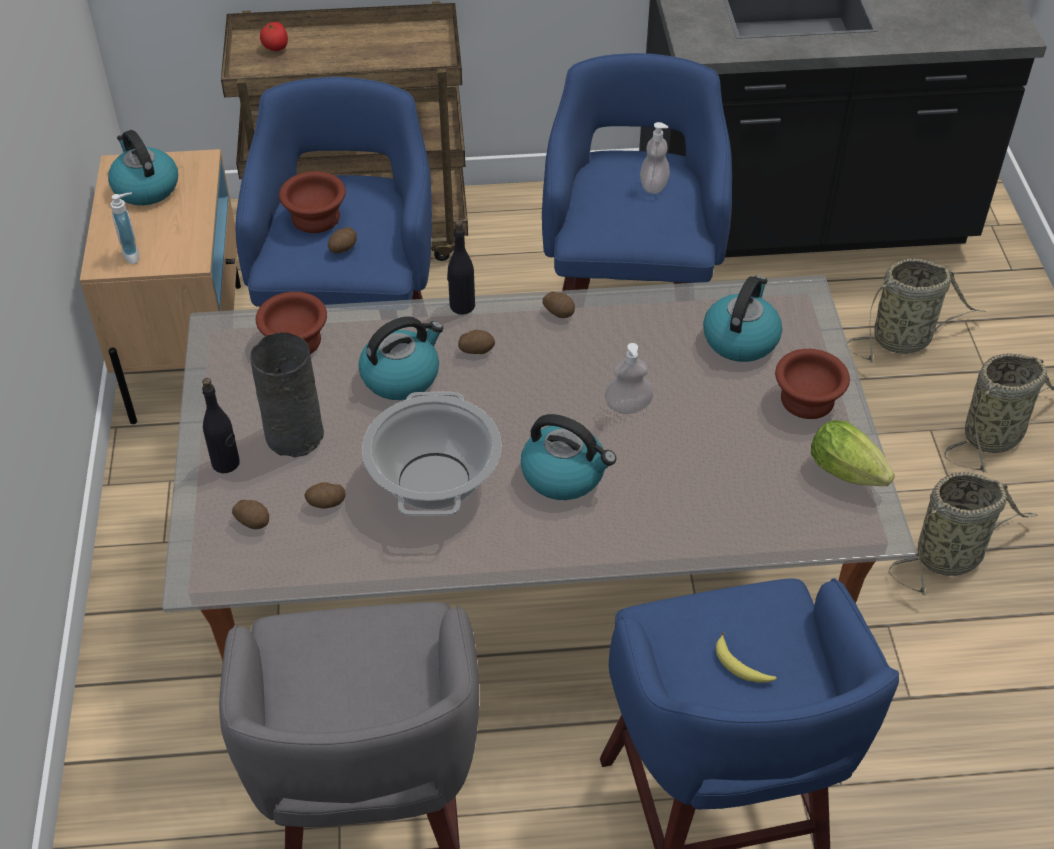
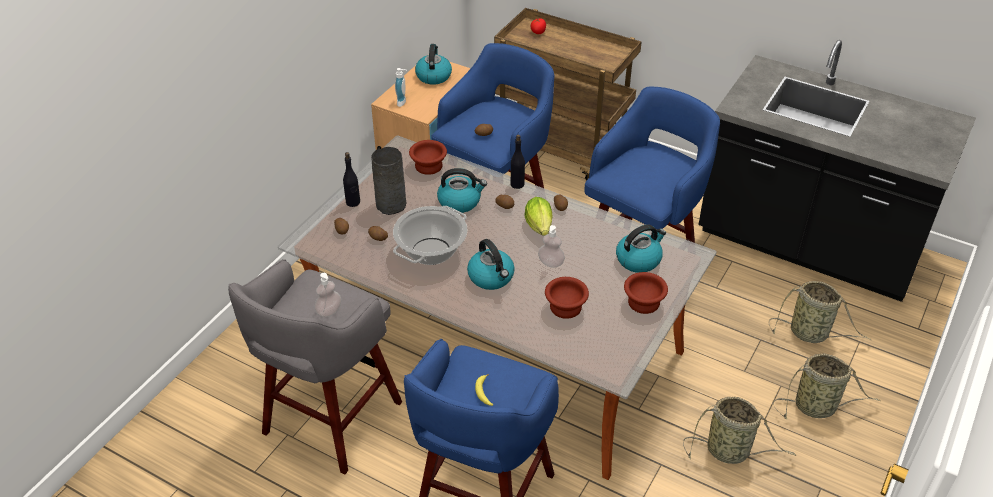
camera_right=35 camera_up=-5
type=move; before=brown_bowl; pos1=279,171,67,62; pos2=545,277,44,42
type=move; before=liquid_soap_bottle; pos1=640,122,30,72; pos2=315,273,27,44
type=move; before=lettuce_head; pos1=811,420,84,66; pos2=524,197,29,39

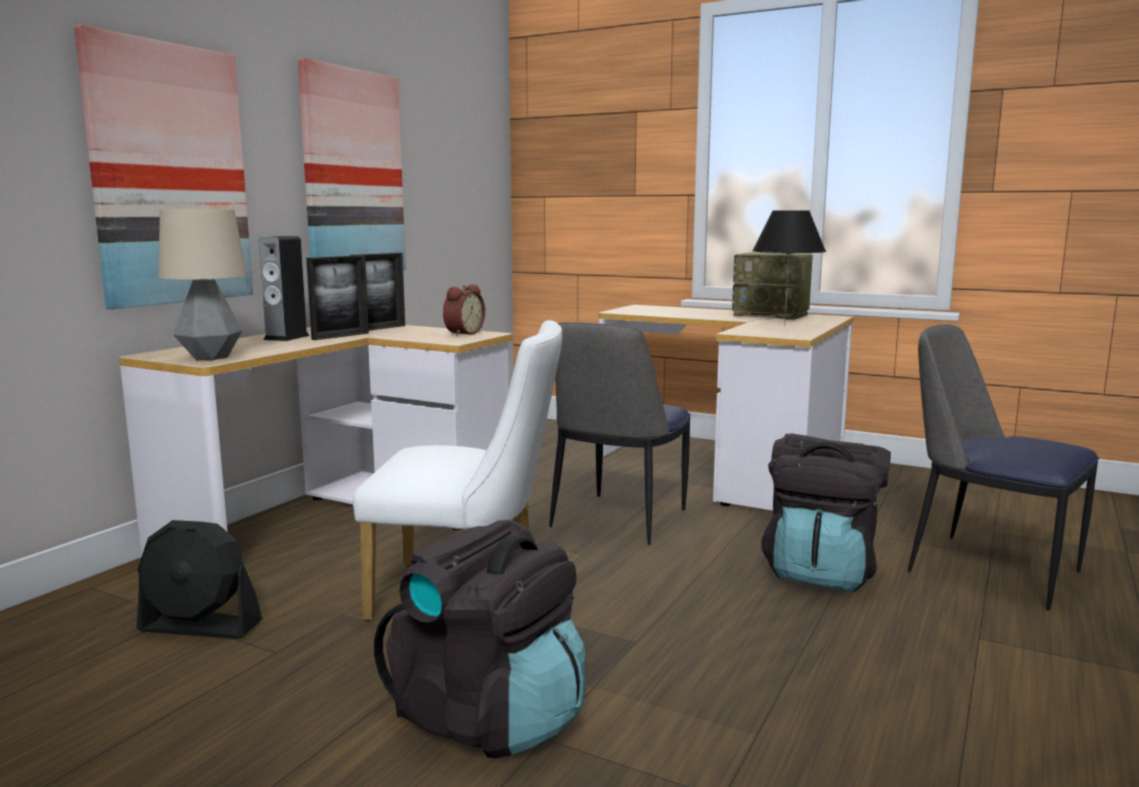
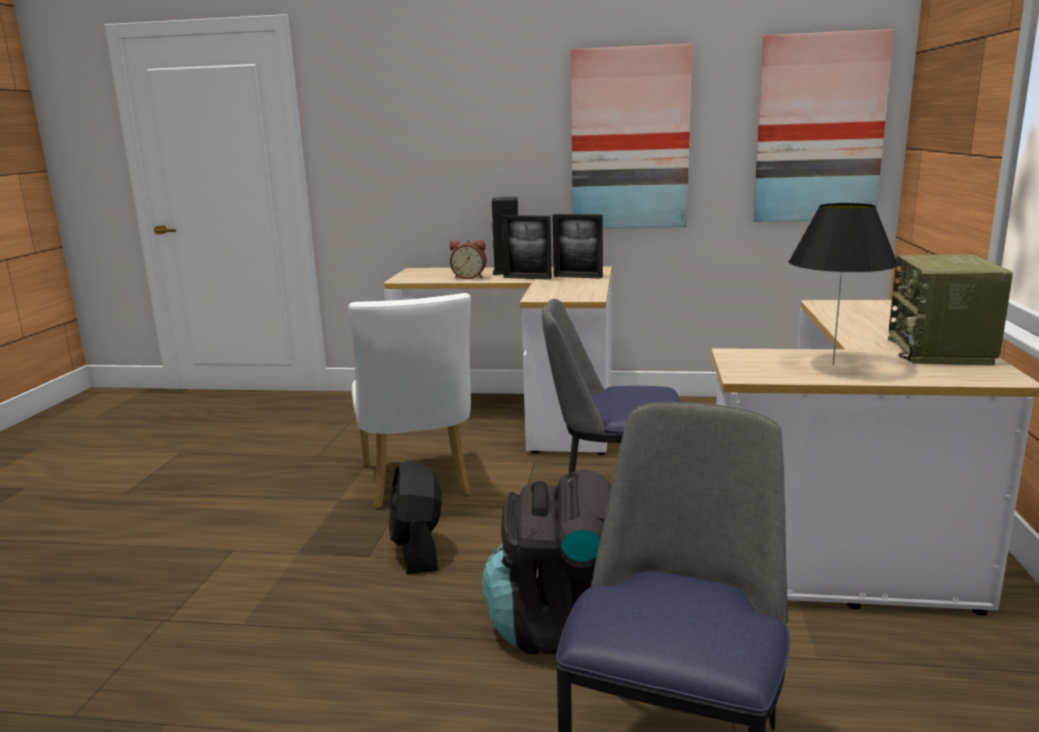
camera_right=70 camera_up=5
type=delete; before=table_lamp; pos1=159,209,88,151
type=delete; before=black-coloured_knapsack; pos1=374,520,212,239
type=move; before=picture; pos1=74,25,179,284; pos2=753,29,141,193
type=move; before=black-coloured_cooling_fan; pos1=137,520,125,119; pos2=389,460,53,115
type=move; before=table_clock; pos1=443,284,42,52; pos2=450,240,37,39

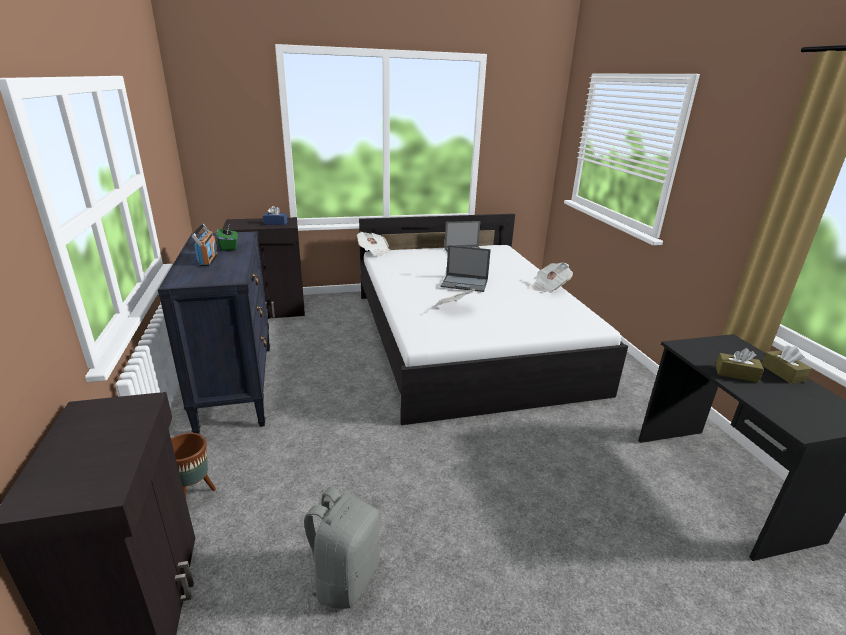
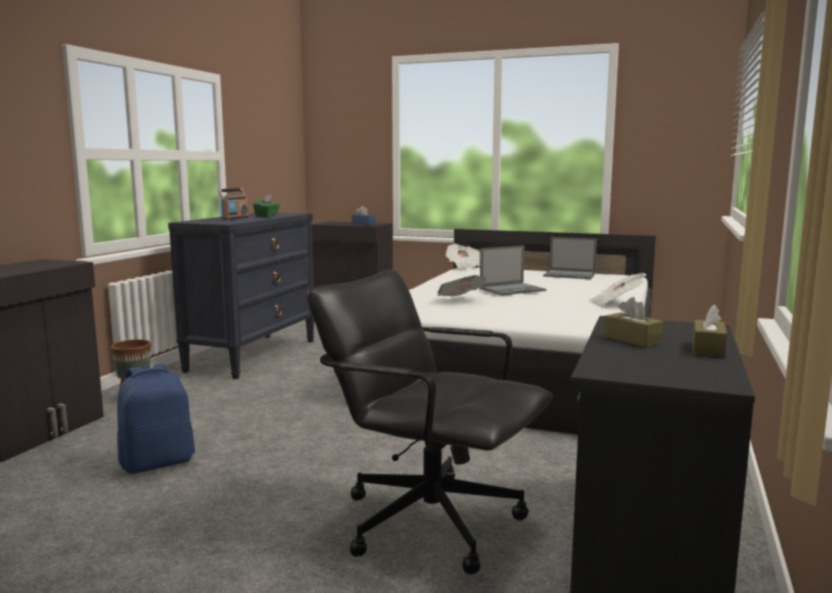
camera_right=35 camera_up=-15
type=insert; after=black-coloured_desk_chair; pos2=307,270,246,304
type=recolor; before=gray_knapsack; after=bluish_knapsack; pos1=301,487,79,122; pos2=117,363,78,111
type=rotate; before=notebook_computer; pos1=441,245,50,47; pos2=480,245,66,50; turn=-75

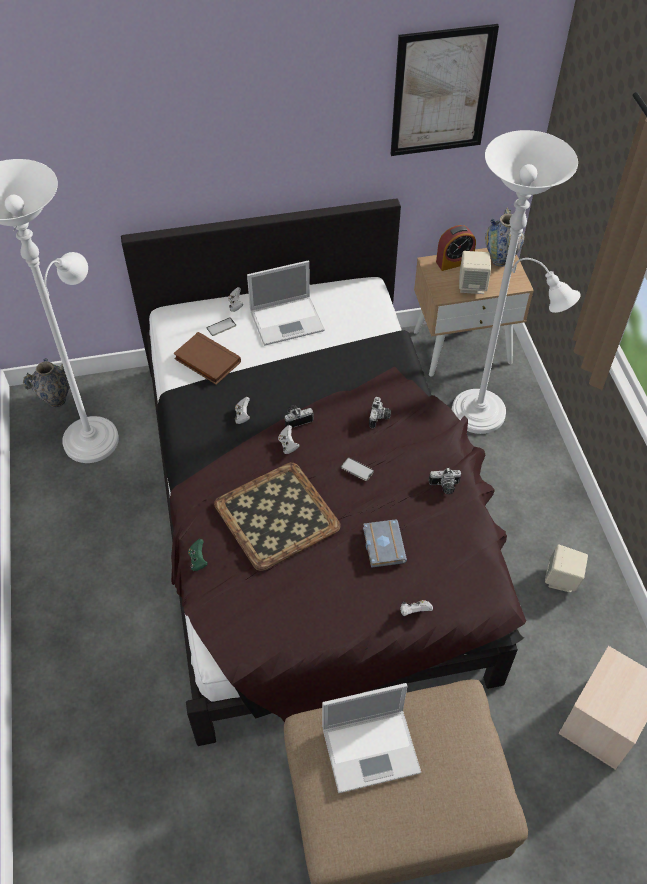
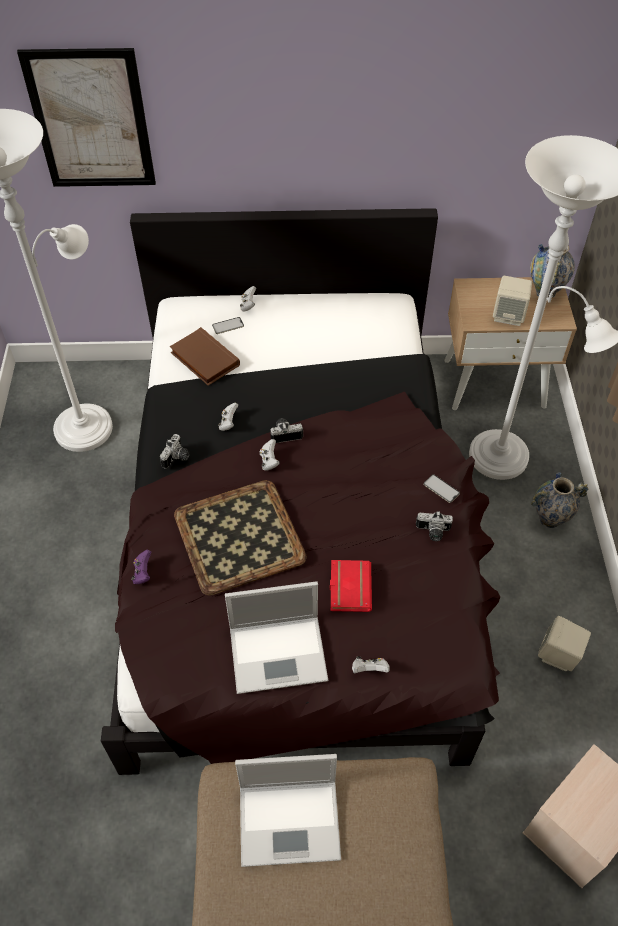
camera_right=10 camera_up=0
type=delete; before=table_clock; pos1=436,225,40,46
type=move; before=vase; pos1=23,358,51,50; pos2=531,472,58,56
type=move; before=notebook_computer; pos1=247,261,78,85; pos2=225,581,103,113
type=move; before=phone; pos1=341,457,33,24; pos2=423,474,37,29
type=move; before=still_camera; pos1=369,397,22,31; pos2=160,434,30,35
type=move; before=picture; pos1=391,24,108,132; pos2=17,48,139,139
type=recolor; before=green_joypad; after=purplish_joypad; pos1=188,539,20,32; pos2=131,550,20,34
type=recolor; before=gray_book; after=red-coloured_book; pos1=363,519,44,49; pos2=330,560,42,52

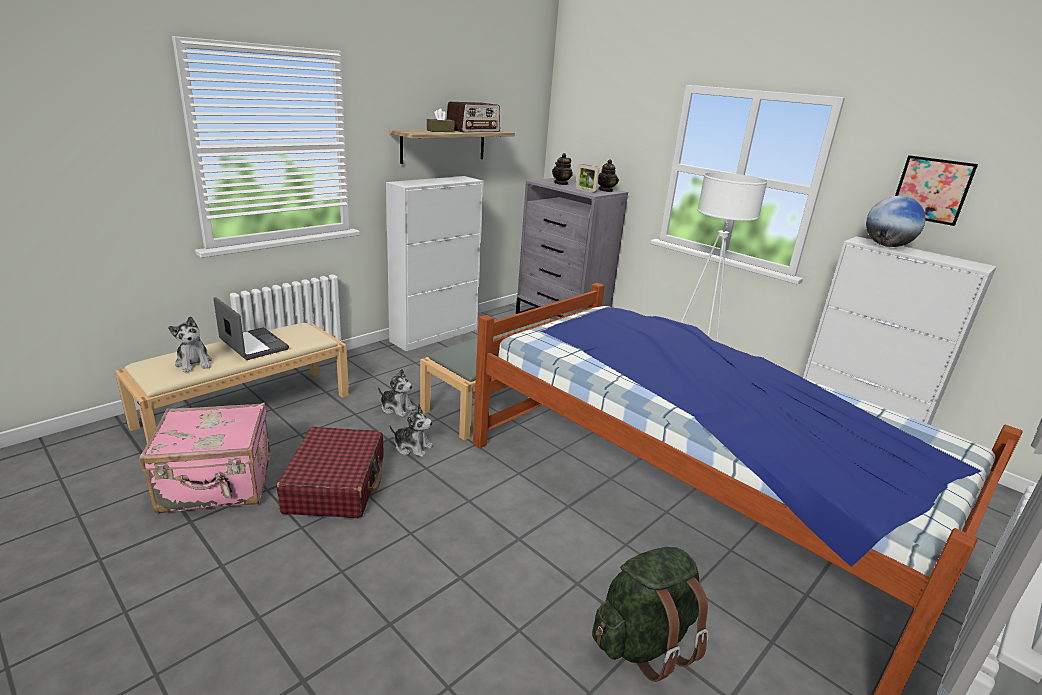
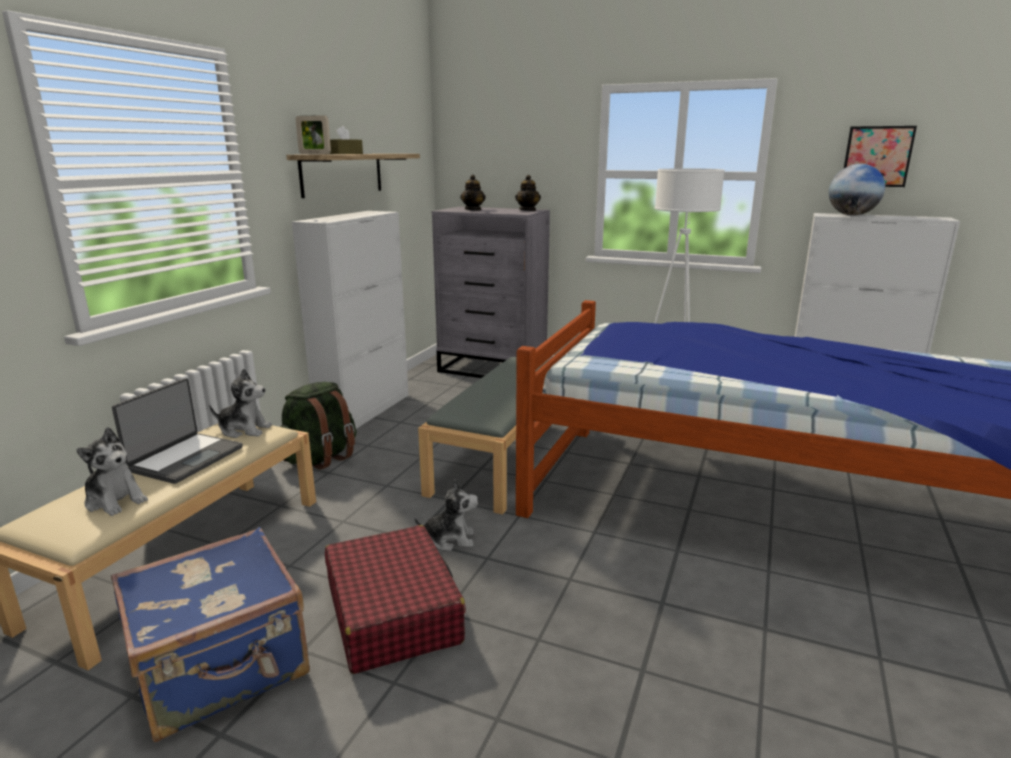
camera_right=-20 camera_up=-5
type=delete; before=radio; pos1=446,102,54,30
type=move; before=cuddly_toy; pos1=378,369,37,48; pos2=209,369,63,69
type=move; before=picture_frame; pos1=576,164,24,29; pos2=296,115,35,39
type=move; before=green_knapsack; pos1=592,547,117,135; pos2=280,382,76,88
type=recolor; before=pinkish_suitcase; after=bluish_suitcase; pos1=139,403,131,111; pos2=111,527,199,215
type=rotate; before=notebook_computer; pos1=213,297,76,63; pos2=112,378,131,106; turn=90

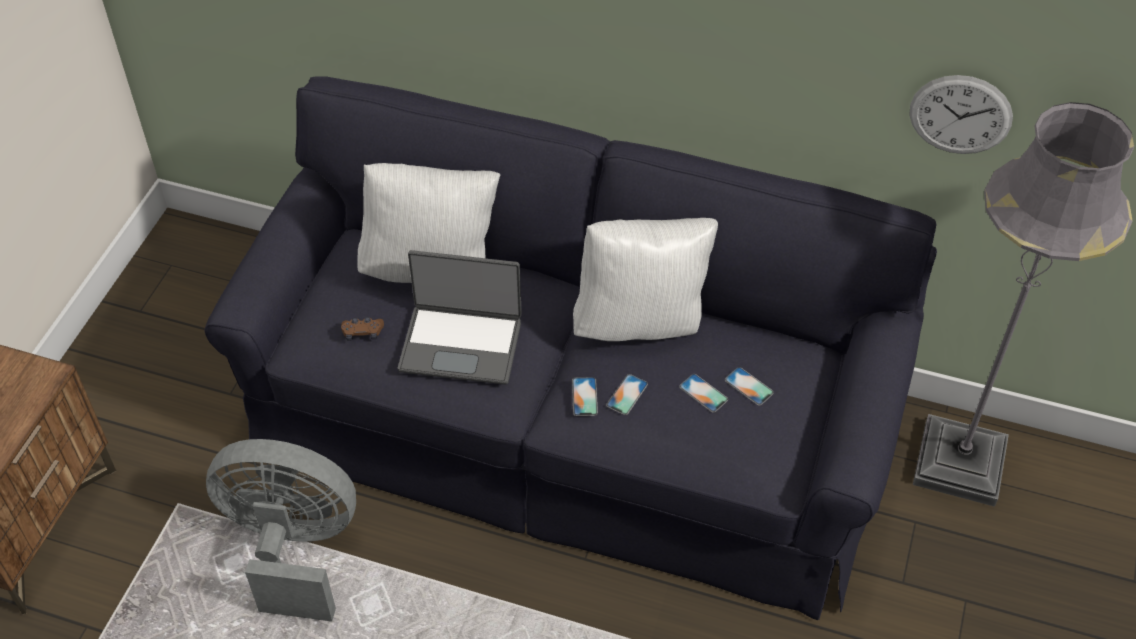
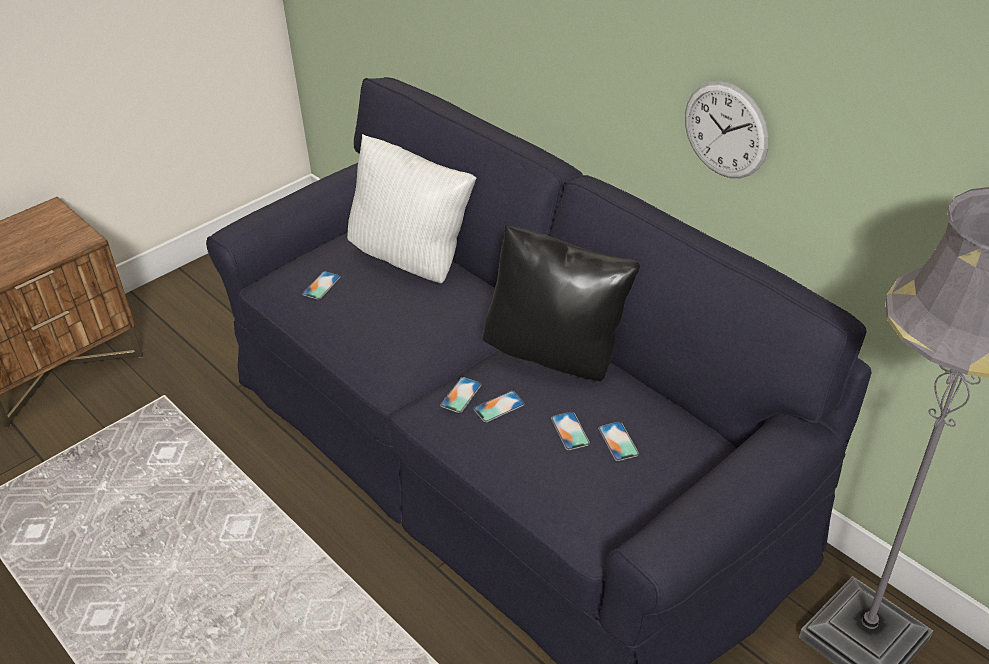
camera_right=30 camera_up=-10
type=delete; before=gray_cooling_fan; pos1=206,439,150,182
type=delete; before=notebook_computer; pos1=398,250,124,135
type=move; before=hanging_clock; pos1=909,75,104,79; pos2=685,81,84,97
type=replace; before=brown_joypad; after=phone; pos1=341,317,43,24; pos2=302,271,39,29
type=recolor; before=whitish_cushion; after=black-coloured_cushion; pos1=573,218,145,123; pos2=482,225,158,156

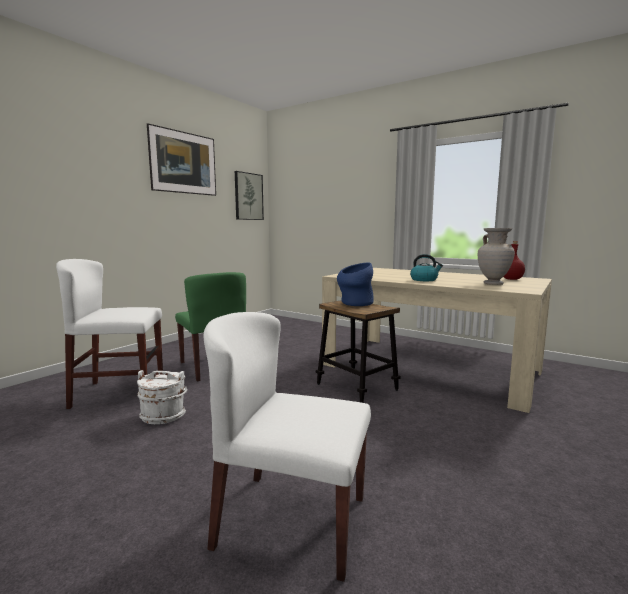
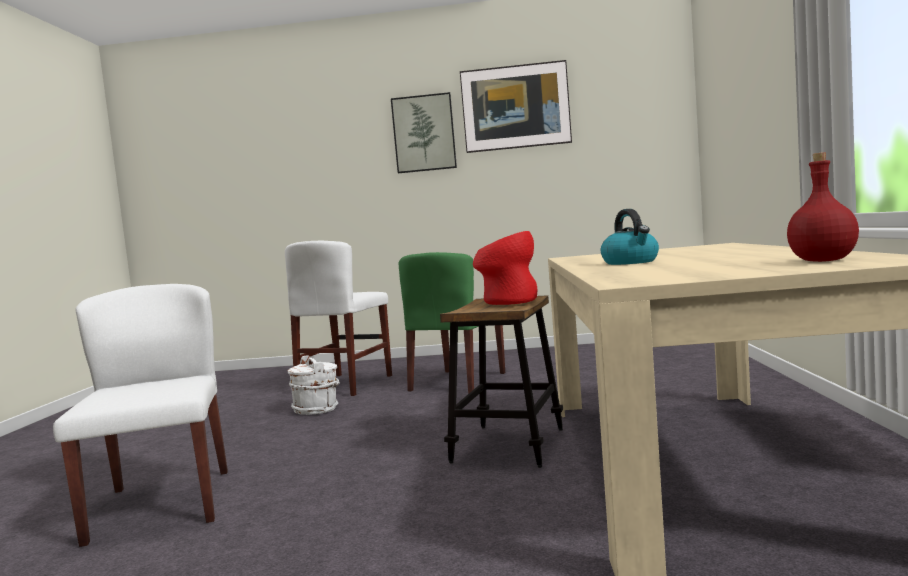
camera_right=60 camera_up=-5
type=delete; before=beige-coloured_vase; pos1=478,228,37,57
type=move; before=picture; pos1=235,171,29,49; pos2=391,92,66,81
type=recolor; before=bluish_vase; after=red-coloured_vase; pos1=337,262,37,44; pos2=473,231,64,74
type=rotate; before=whitish_upright_chair; pos1=56,259,107,150; pos2=285,241,107,155; turn=-120

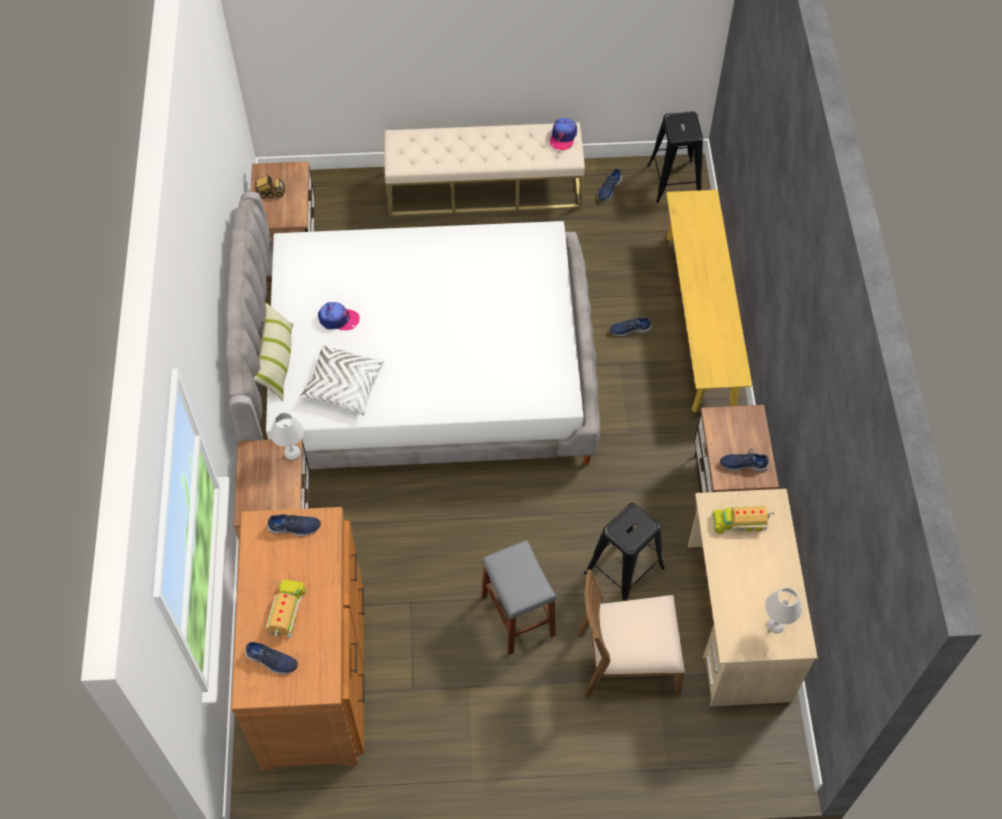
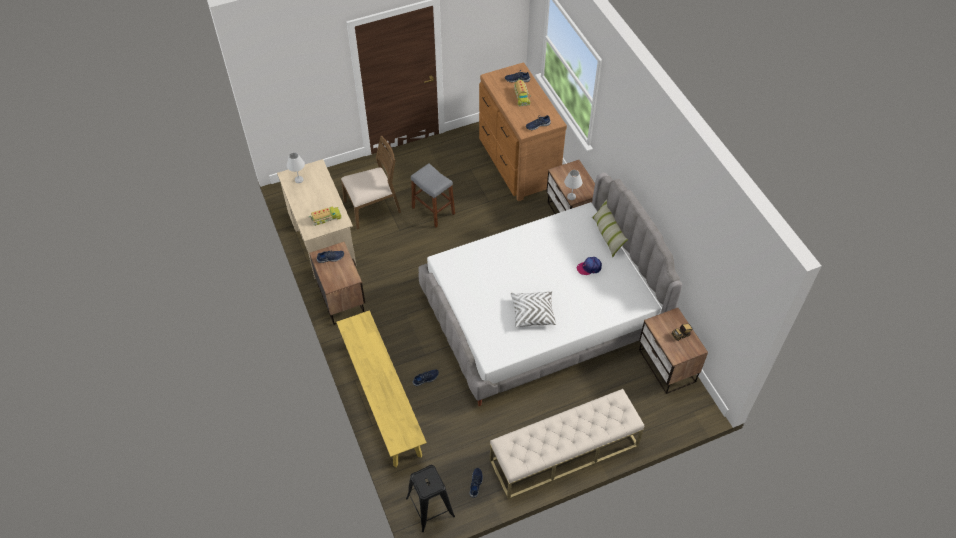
camera_right=160 camera_up=-5
type=delete; before=baseball_cap; pos1=550,118,27,32
type=delete; before=black-coloured_sitting_stool; pos1=584,503,81,98
type=move; before=whitish_cushion; pos1=299,345,85,71; pos2=511,291,46,37

